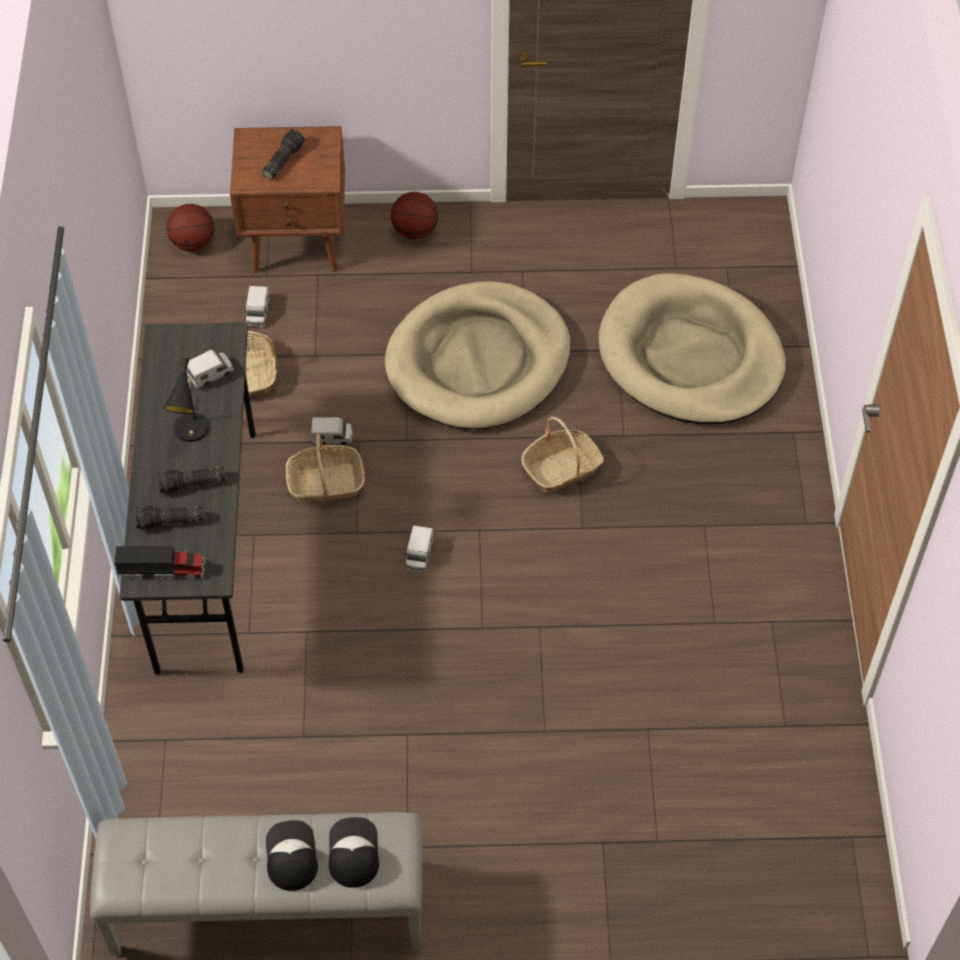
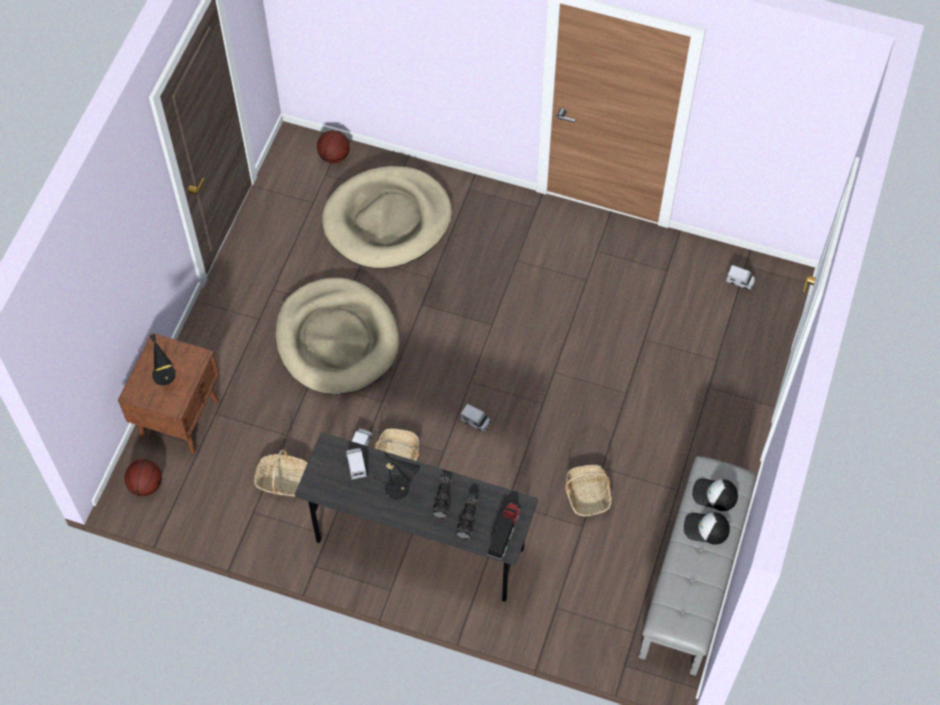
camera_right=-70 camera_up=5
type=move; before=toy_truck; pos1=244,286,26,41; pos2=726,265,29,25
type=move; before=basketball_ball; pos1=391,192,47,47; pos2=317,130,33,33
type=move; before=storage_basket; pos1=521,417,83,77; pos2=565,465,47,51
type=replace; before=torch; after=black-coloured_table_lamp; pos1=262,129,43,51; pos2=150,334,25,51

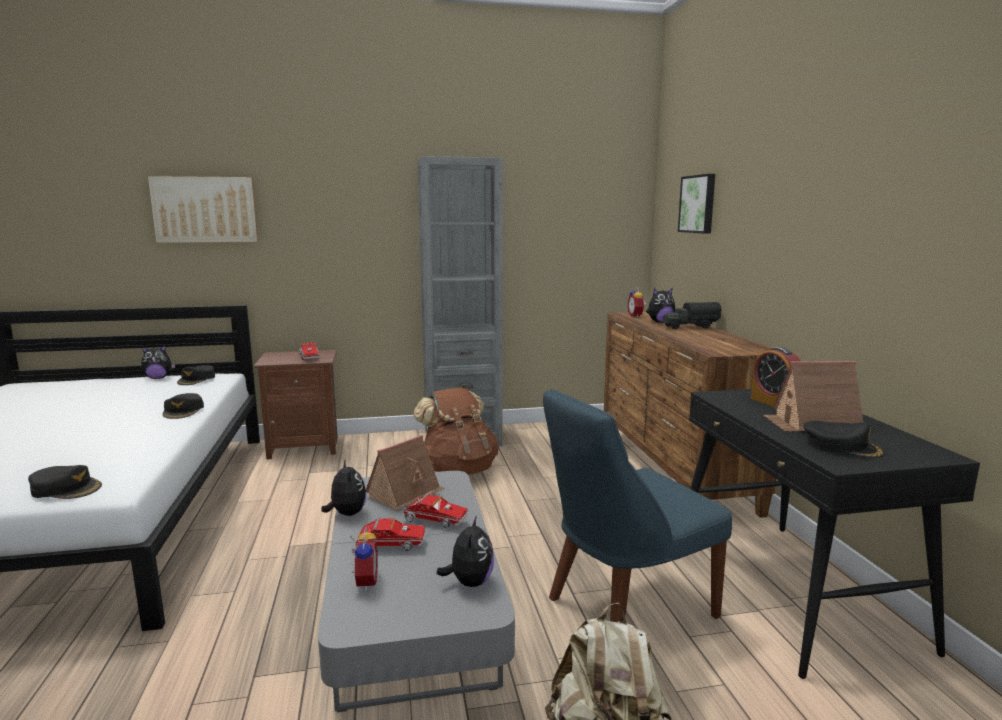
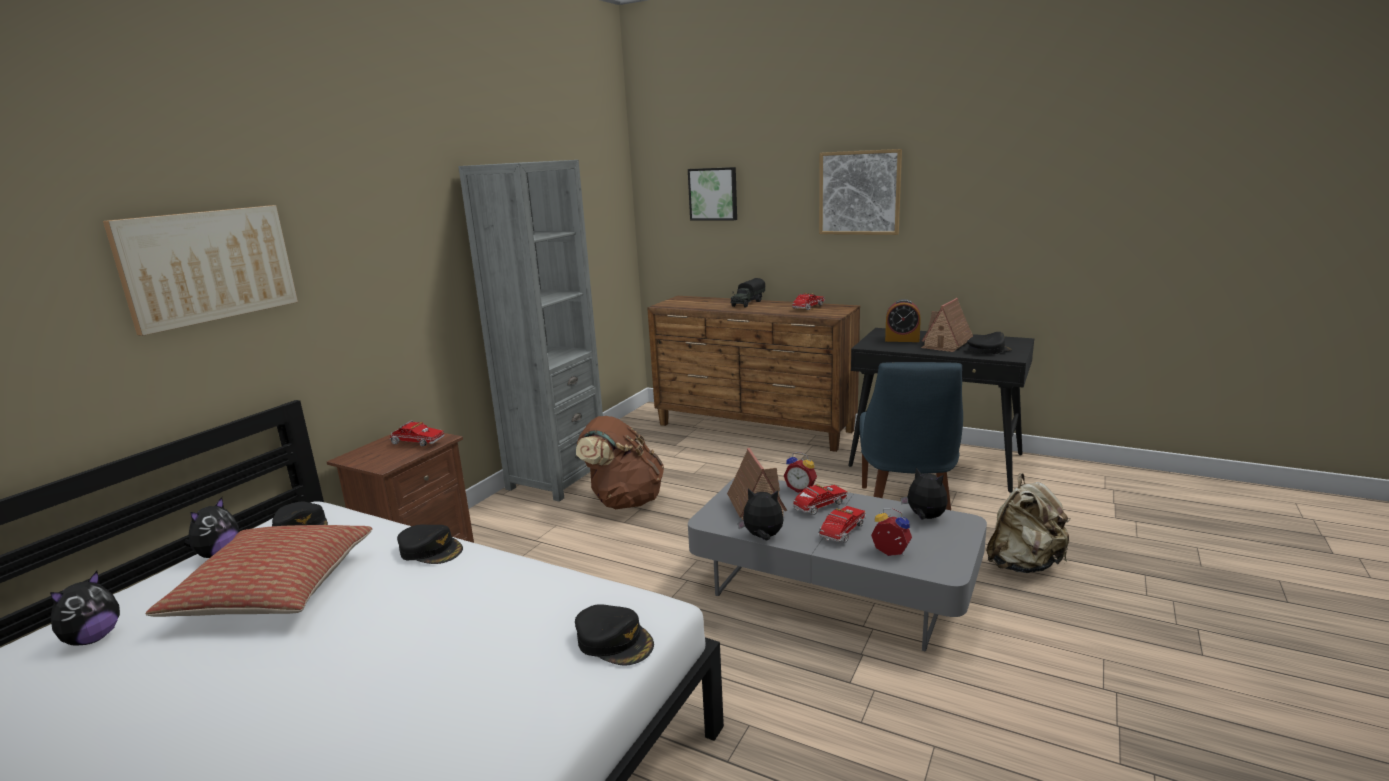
camera_right=-50 camera_up=5
type=insert; after=cushion; pos2=146,525,226,92
type=insert; after=toy_truck; pos2=792,293,33,17
type=insert; after=picture; pos2=819,149,83,86
type=move; before=table_clock; pos1=627,286,19,31; pos2=784,452,33,41
type=move; before=cuddly_toy; pos1=646,288,29,35; pos2=50,571,70,75
type=rotate; before=black-coloured_baseball_cap; pos1=28,465,74,34; pos2=575,604,79,62; turn=75

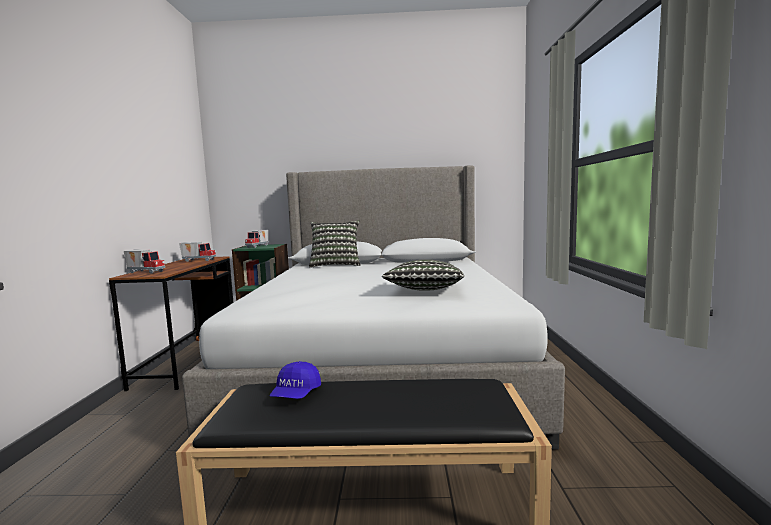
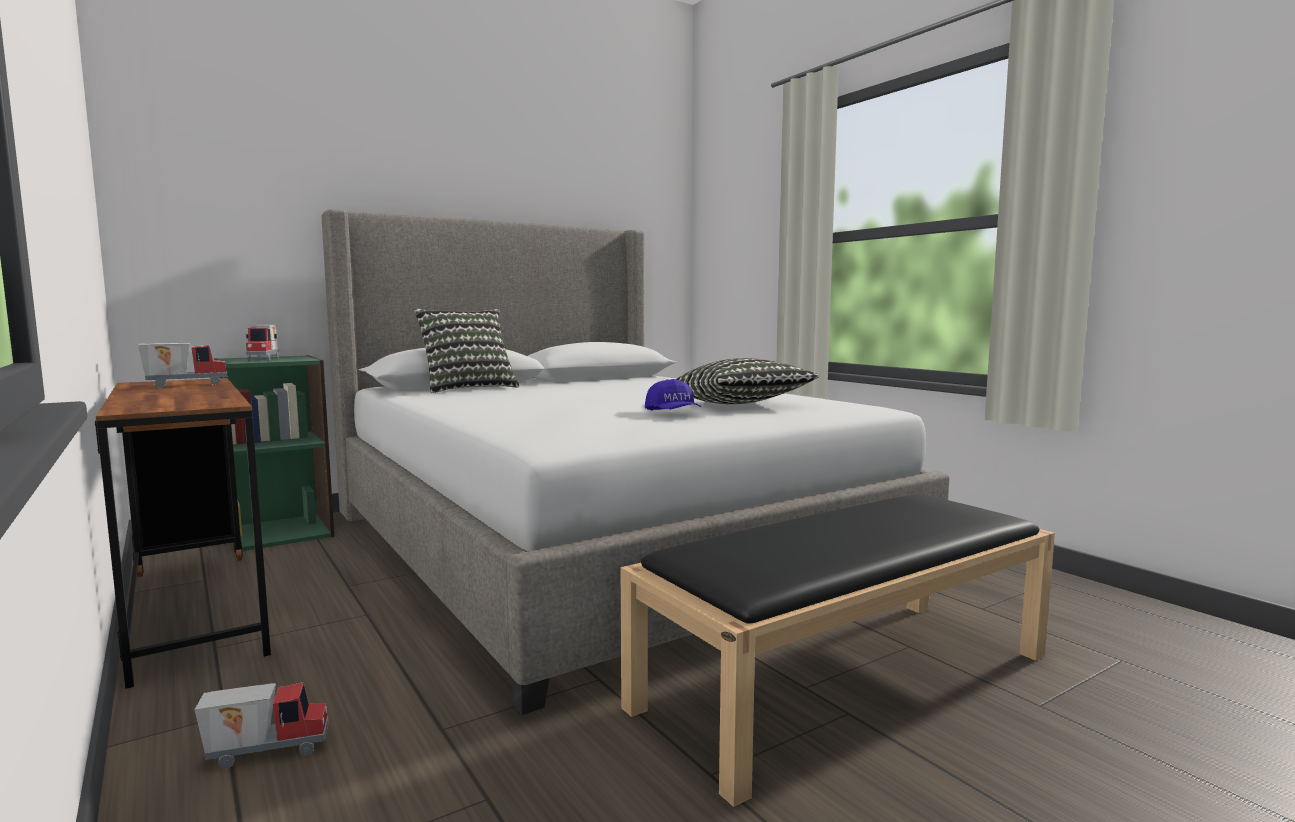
camera_right=-35 camera_up=0
type=move; before=toy_truck; pos1=124,250,41,24; pos2=195,682,134,87
type=move; before=bluish_baseball_cap; pos1=270,361,51,38; pos2=645,379,56,32

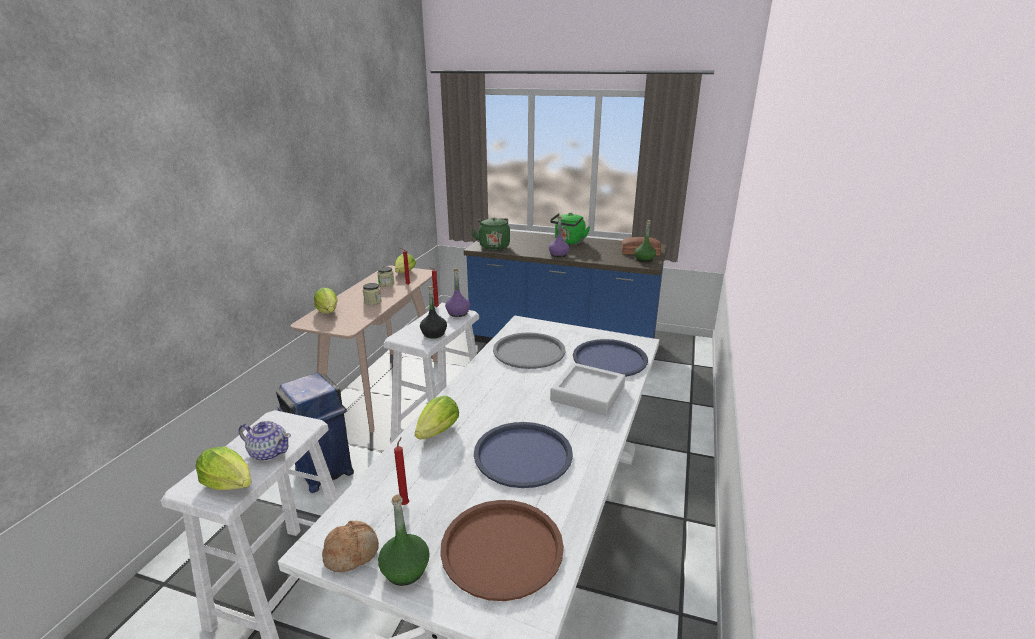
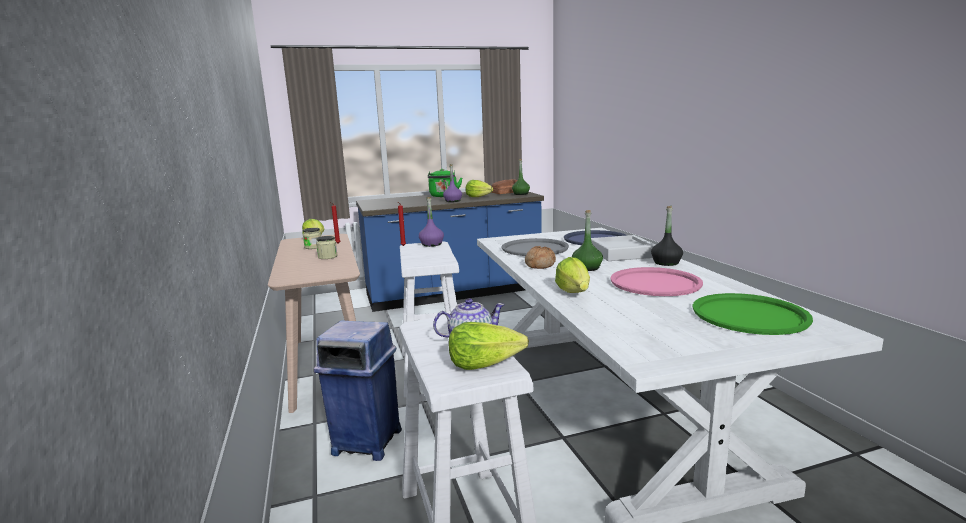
camera_right=-35 camera_up=-10
type=delete; before=red-coloured_candle; pos1=394,437,15,68
type=delete; before=green_water_kettle; pos1=472,217,38,33
type=move; before=lettuce_head; pos1=314,288,23,26; pos2=465,180,28,17
type=move; before=baked_bread; pos1=322,521,57,51; pos2=525,246,31,23
type=move; before=green_bottle; pos1=378,494,52,92; pos2=572,210,31,61
type=move; before=black-coloured_bottle; pos1=420,286,27,53; pos2=651,206,32,60
type=recolor; before=brown_carrying_tray; after=green_carrying_tray; pos1=440,500,124,101; pos2=692,293,121,42
type=recolor; before=bluish_carrying_tray; after=pinkish_carrying_tray; pos1=474,422,99,66; pos2=610,267,93,29

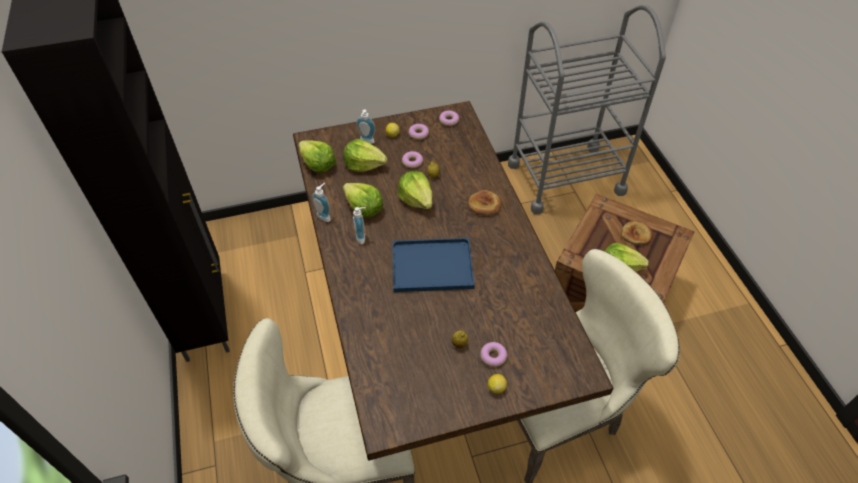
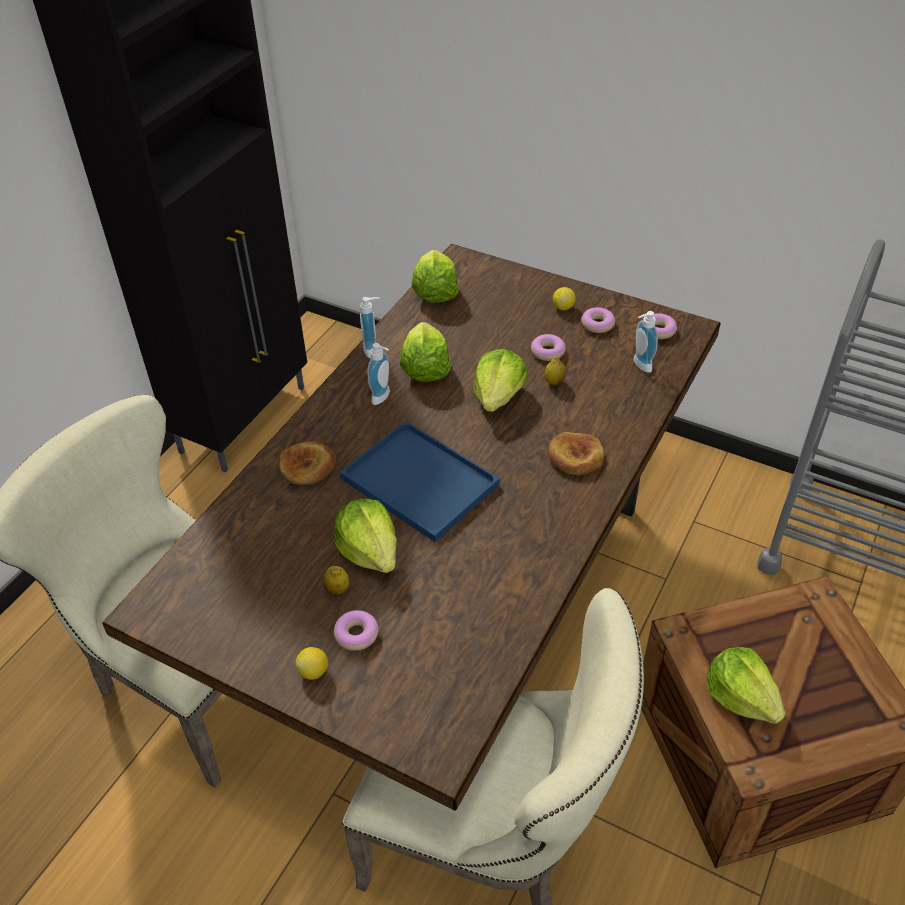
camera_right=45 camera_up=-5
type=move; before=lettuce_head; pos1=343,139,45,33; pos2=334,499,63,74
type=move; before=liquid_soap_bottle; pos1=356,110,20,34; pos2=633,311,25,62
type=move; before=baked_bread; pos1=621,221,32,24; pos2=279,442,57,43

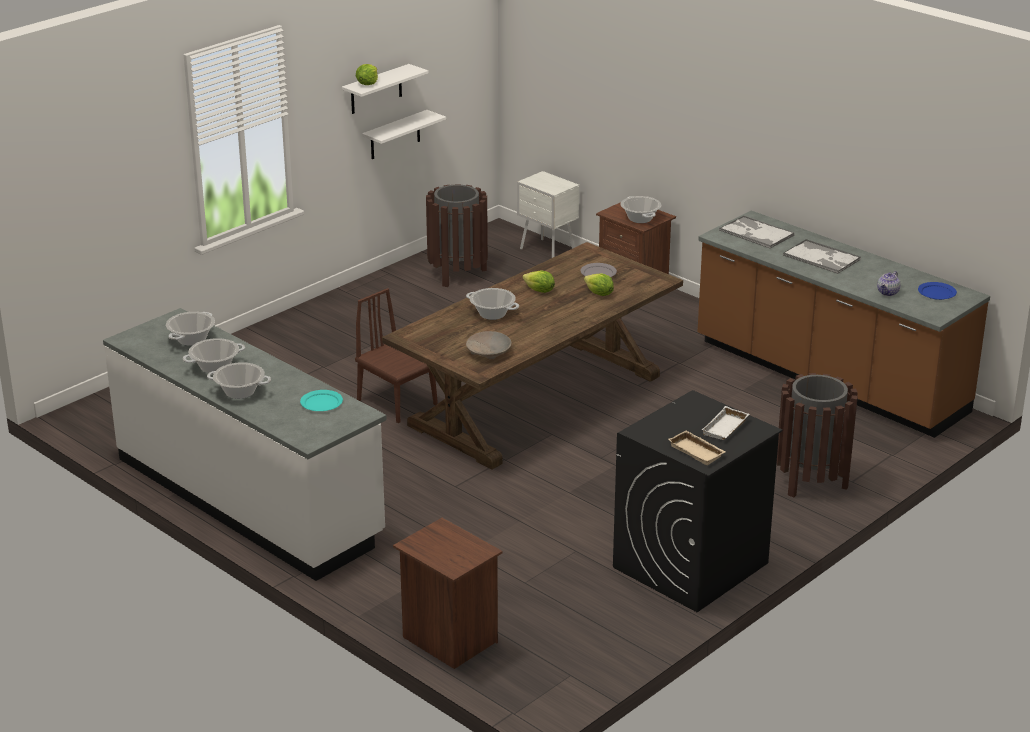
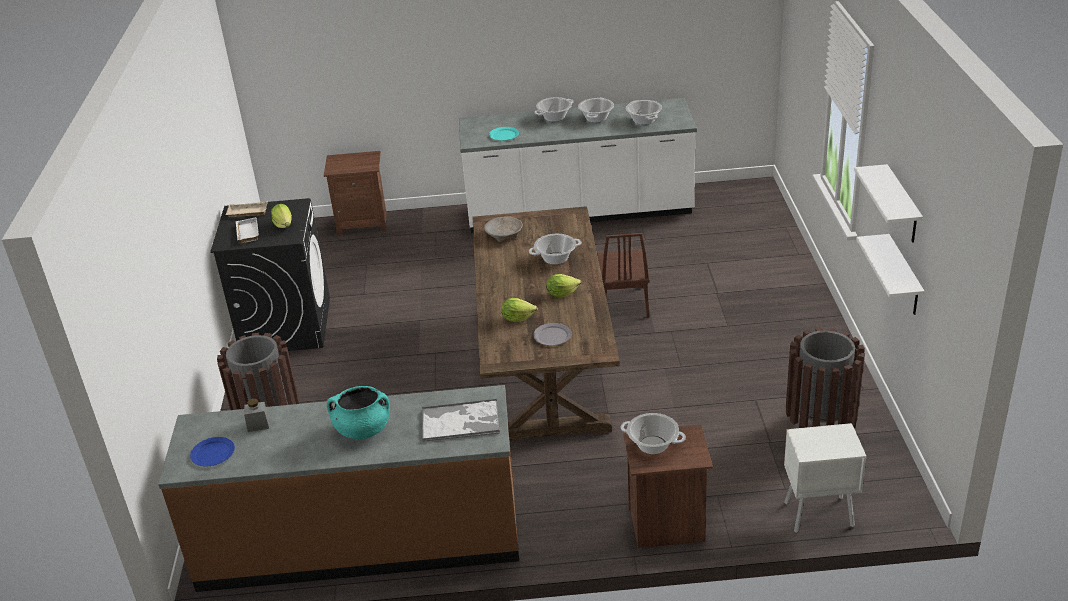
camera_right=135 camera_up=5
type=move; before=lettuce_head; pos1=356,64,22,21; pos2=271,204,21,24
type=replace; before=carrying_tray; after=blue-green_stockpot; pos1=783,239,78,35; pos2=327,386,63,53
type=replace; before=pot_for_tea; after=gray_storage_jar; pos1=877,271,23,25; pos2=244,398,25,34
type=rotate; before=brown_upright_chair; pos1=355,288,83,135; pos2=597,233,53,85; turn=90

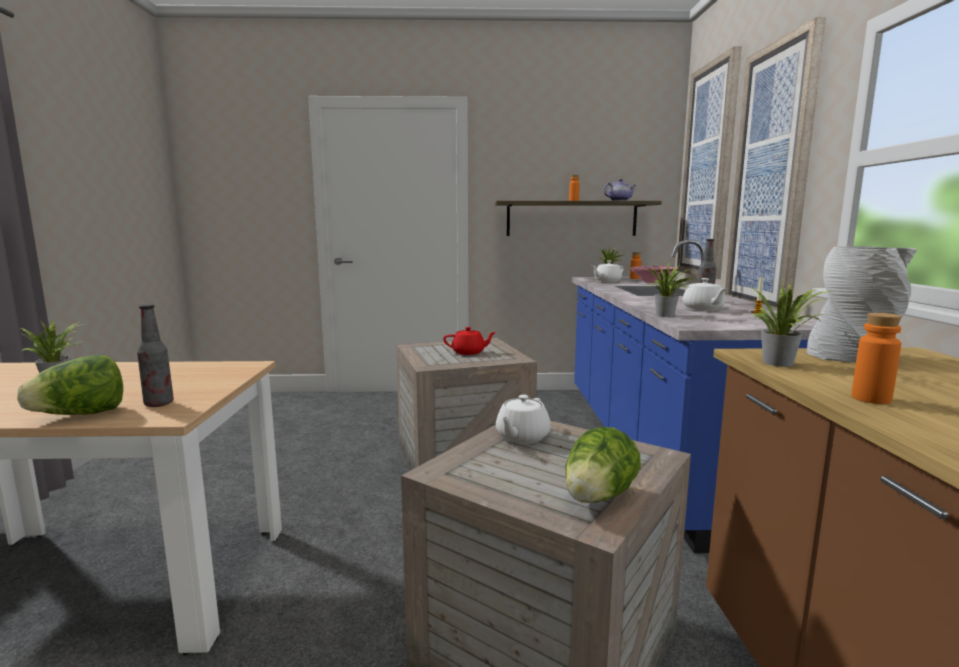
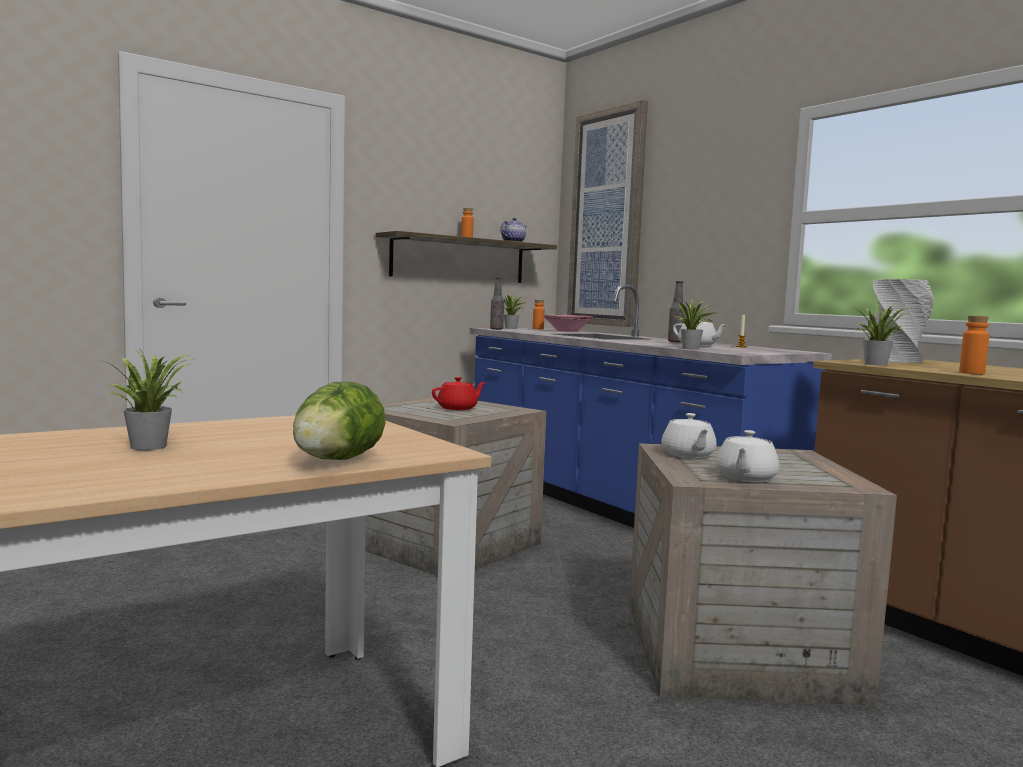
camera_right=-35 camera_up=-5
type=delete; before=lettuce_head; pos1=565,427,76,76
type=delete; before=picture; pos1=725,17,101,292
type=move; before=bottle; pos1=137,304,37,103; pos2=490,277,14,53
type=move; before=whitish_pot_for_tea; pos1=592,260,32,22; pos2=716,430,63,52

